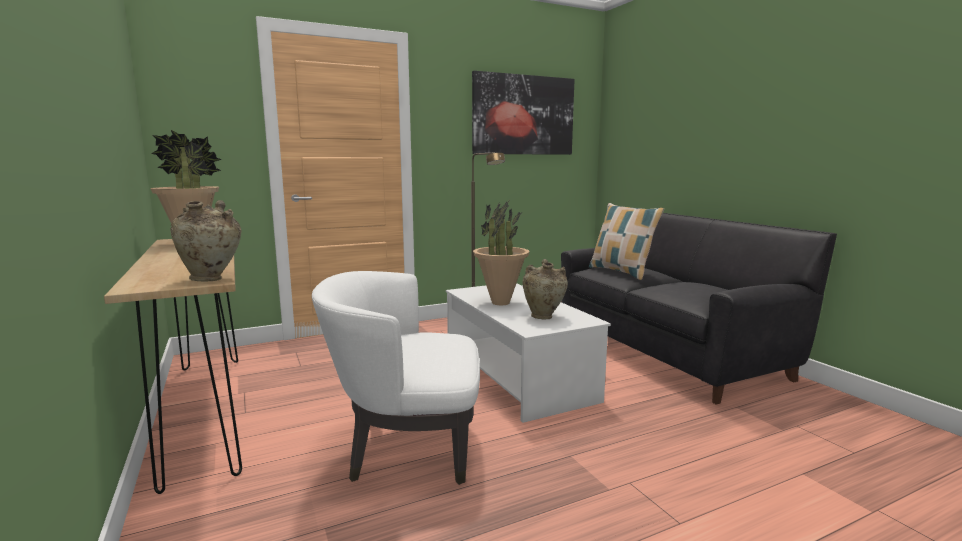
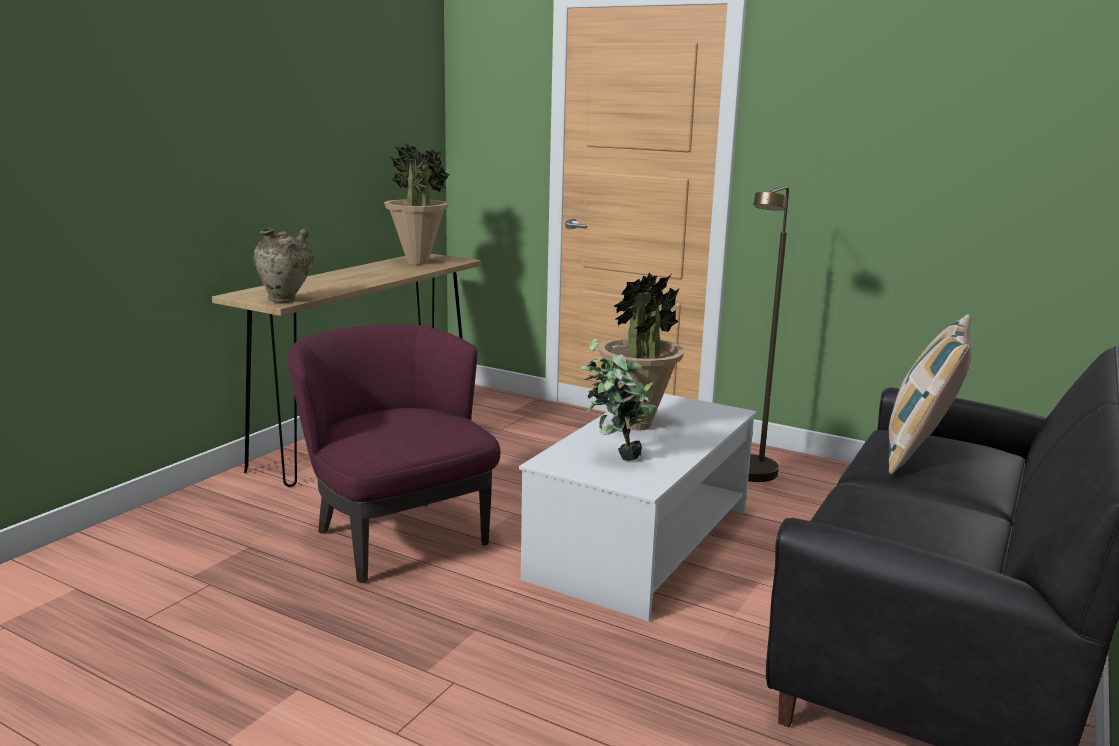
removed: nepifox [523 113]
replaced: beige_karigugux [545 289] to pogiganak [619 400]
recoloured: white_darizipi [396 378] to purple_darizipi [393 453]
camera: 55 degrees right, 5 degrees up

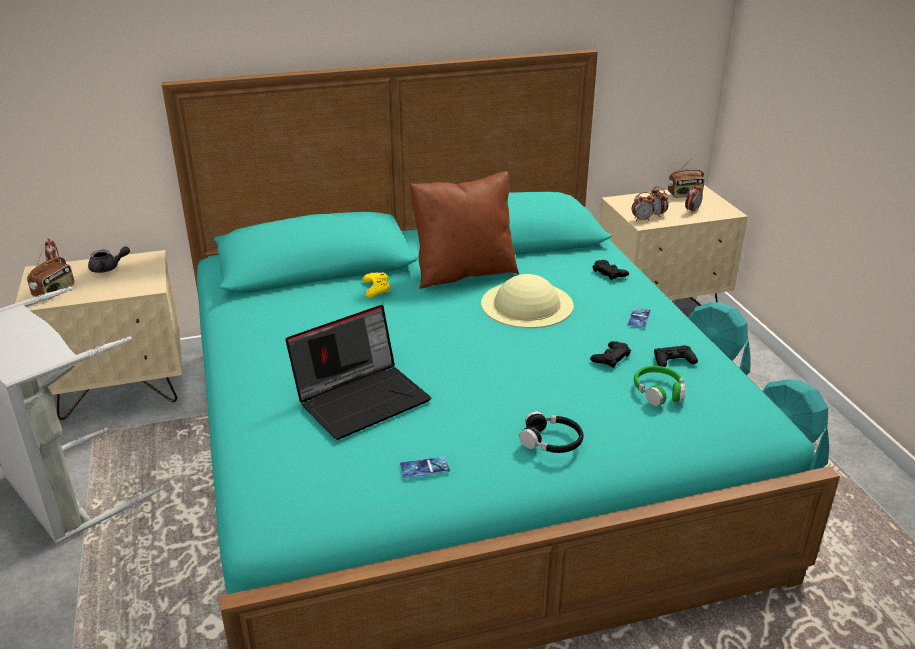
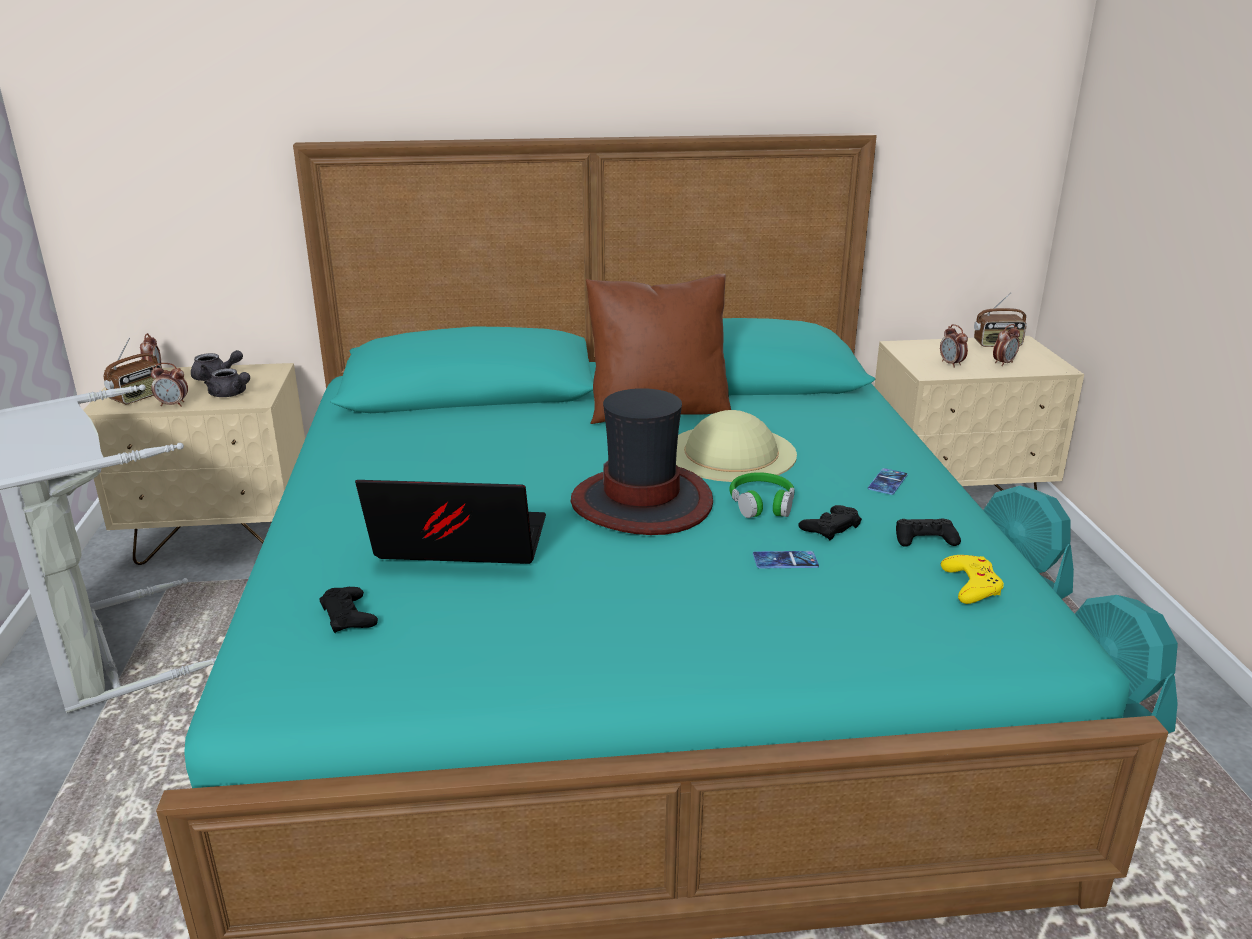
removed: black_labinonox [551 432]
added: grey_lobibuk [227 382]; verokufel [642 461]
moved: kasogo [643 206] to [169 385]; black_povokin [610 270] to [348 610]; yellow_povokin [376 285] to [972 579]; green_labinonox [659 386] to [762 495]; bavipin [425 467] to [786 559]
turned: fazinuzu [358 372] = [450 522] 150 degrees counterclockwise
camera: 10 degrees right, 5 degrees down

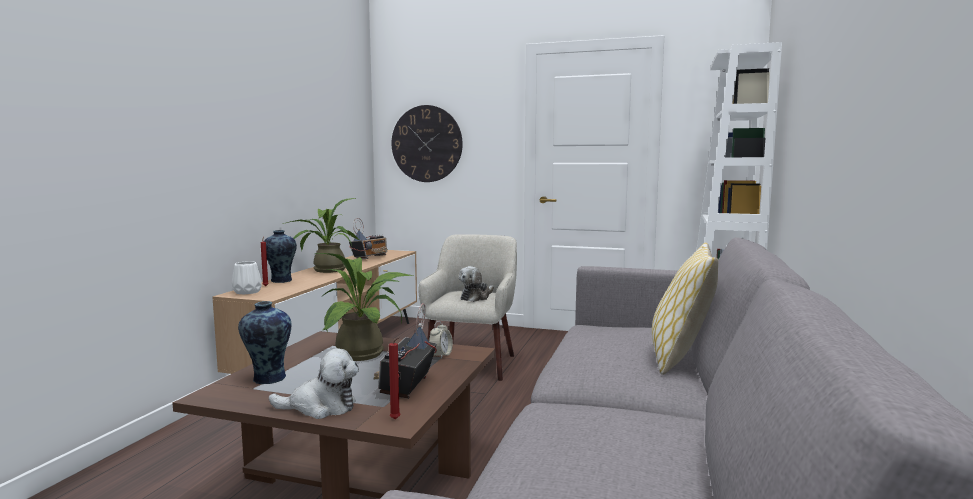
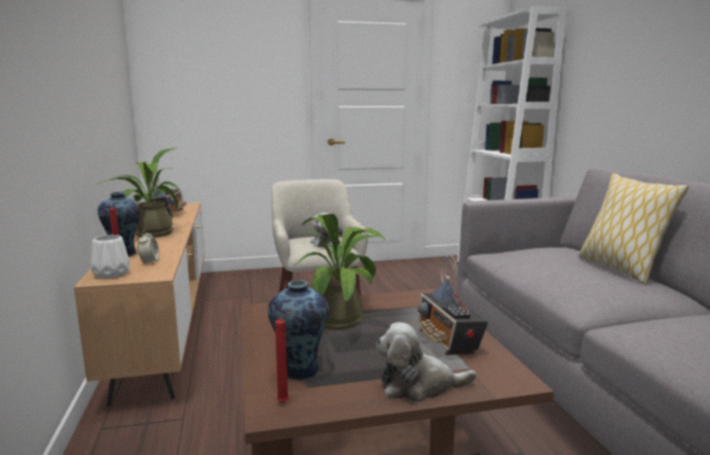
removed: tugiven [427 143]
moved: kasogo [441 340] to [149 247]; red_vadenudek [395 378] to [282 357]
turned: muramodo [314 383] = [426 362] 150 degrees counterclockwise
camera: 30 degrees left, 5 degrees up

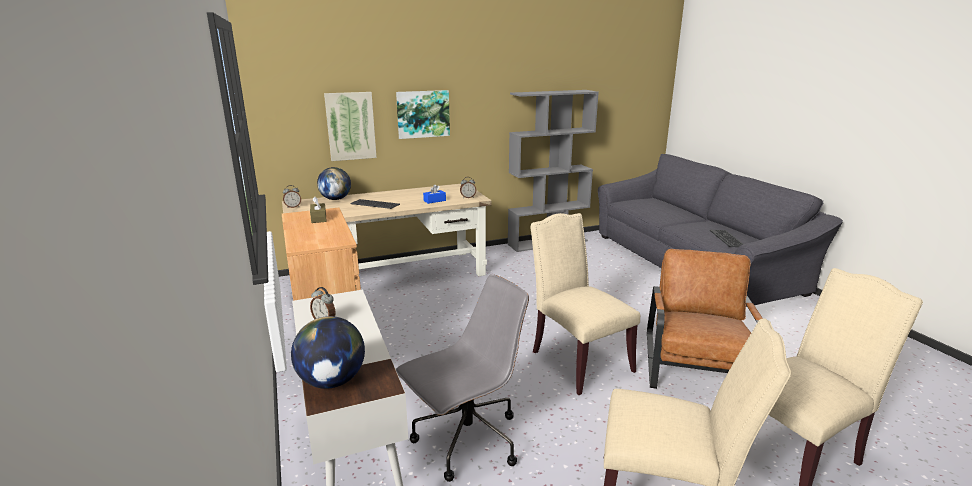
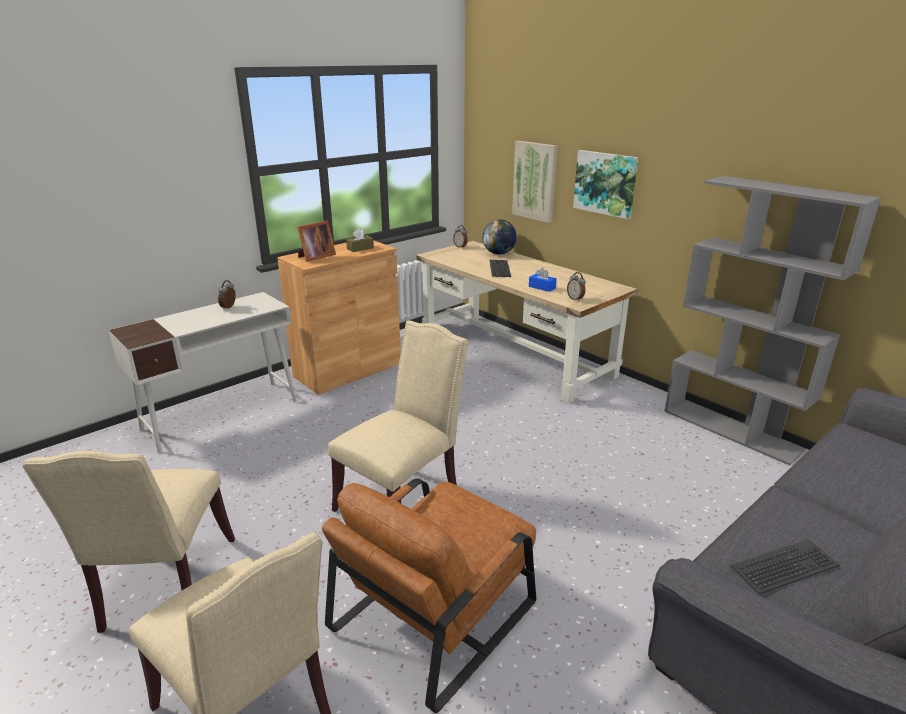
removed: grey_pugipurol [462 378]; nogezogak [328 352]
added: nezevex [316 241]
turned: brown_darizipi [705 319] = [429 595] 135 degrees clockwise
camera: 70 degrees right, 5 degrees up

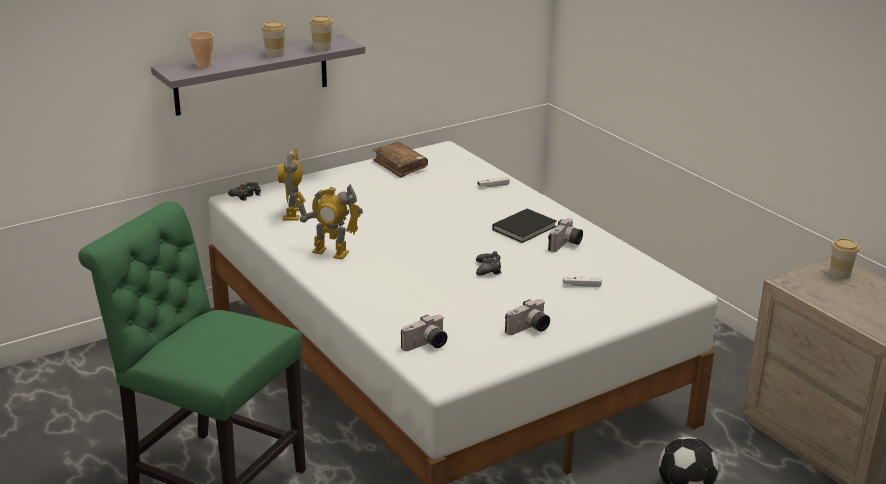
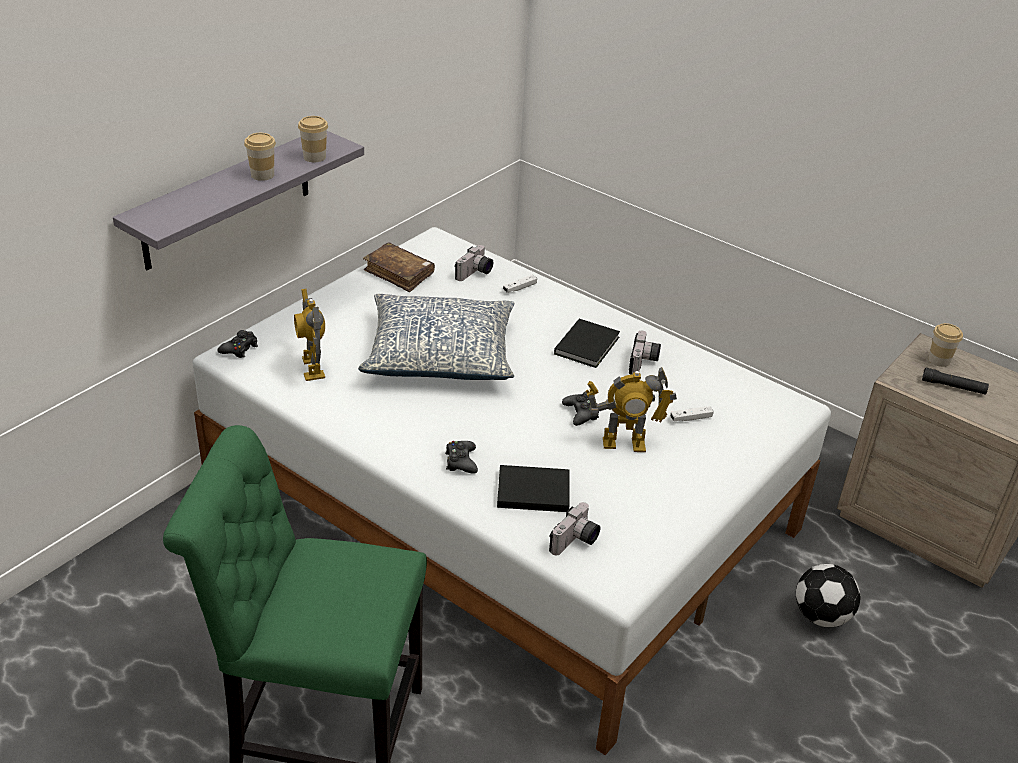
removed: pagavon [201 50]
added: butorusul [436 337]; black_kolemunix [955 381]; black_povokin [461 457]; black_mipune [533 488]
moved: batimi [329 222] to [631 409]; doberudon [527 317] to [474 263]
camera: 20 degrees left, 10 degrees up

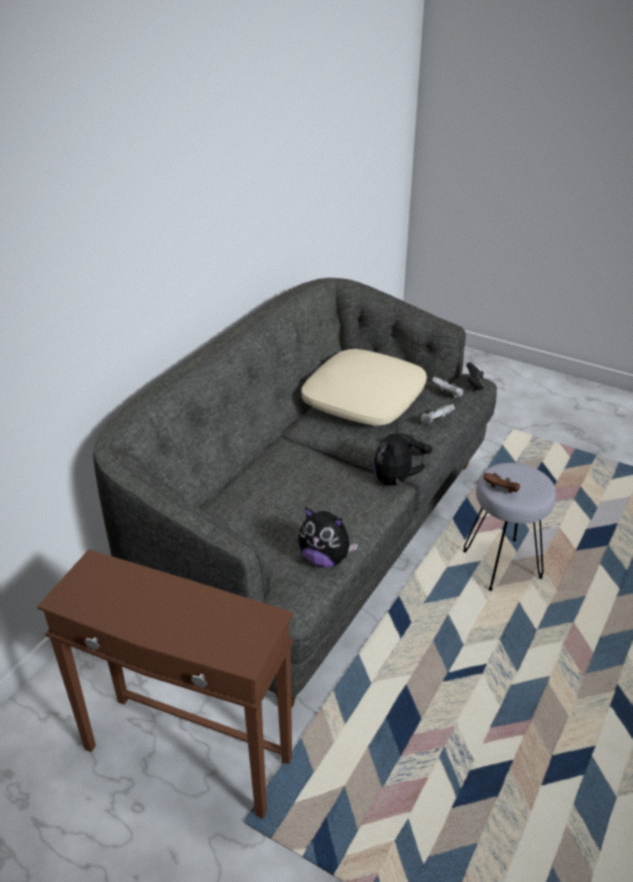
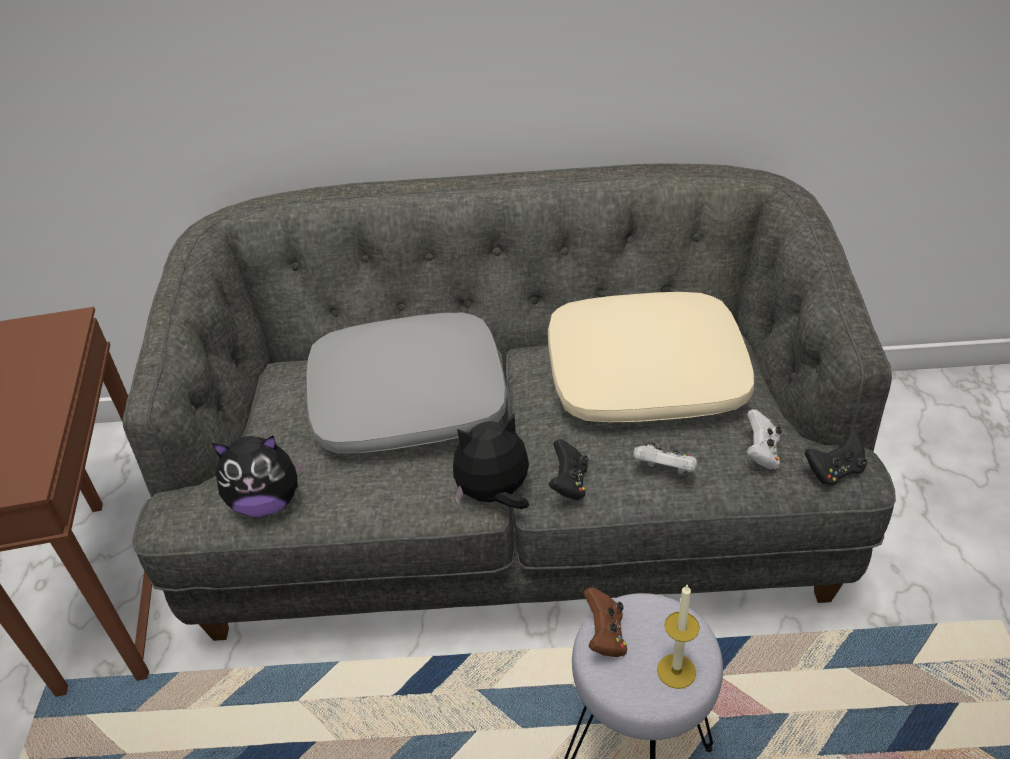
added: grey_butorusul [406 383]; vadenudek [678 637]
turned: muramodo [328 537] = [258 476] 90 degrees counterclockwise
camera: 60 degrees right, 5 degrees up

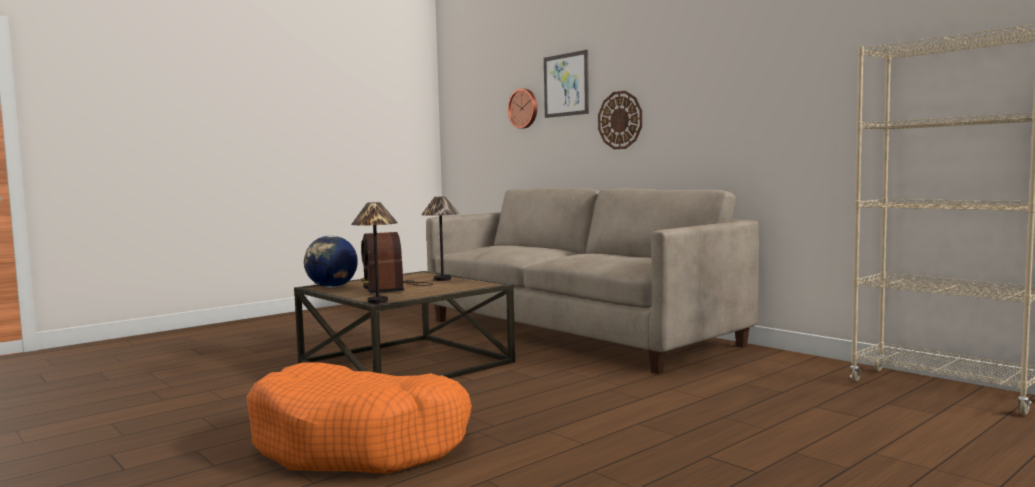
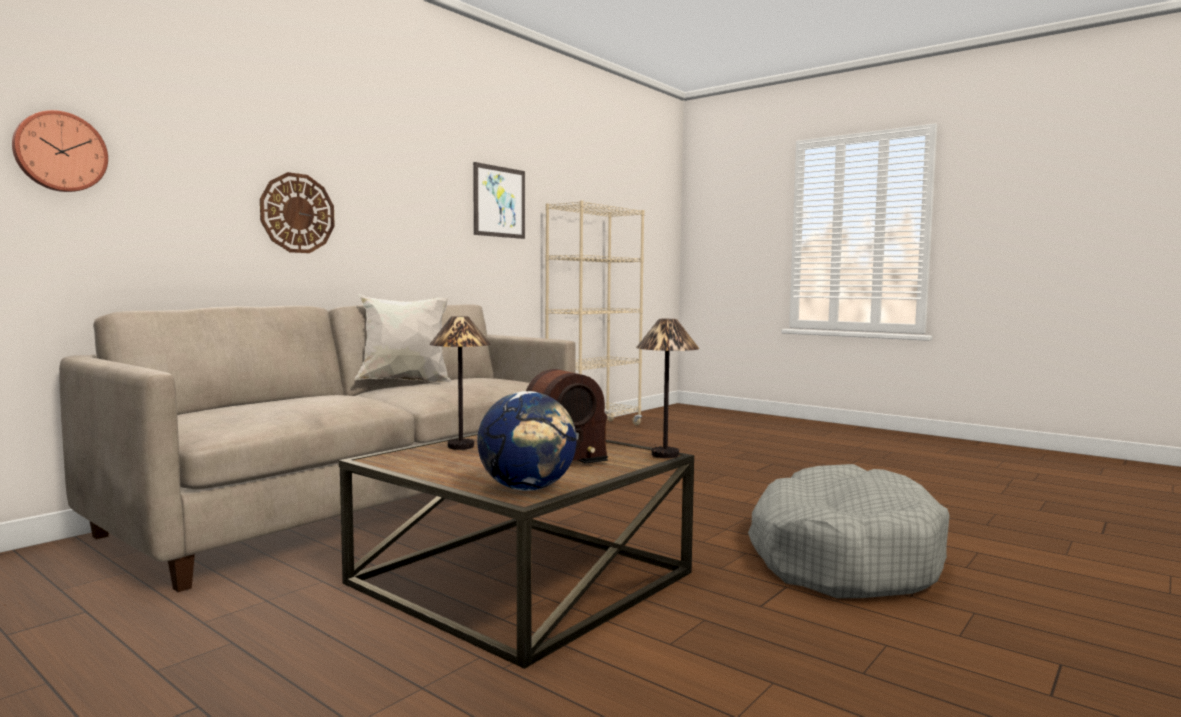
added: white_butorusul [402 338]
moved: nepifox [566 84] to [499 200]
recoloured: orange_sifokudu [359 418] to grey_sifokudu [849 531]
camera: 100 degrees left, 0 degrees up

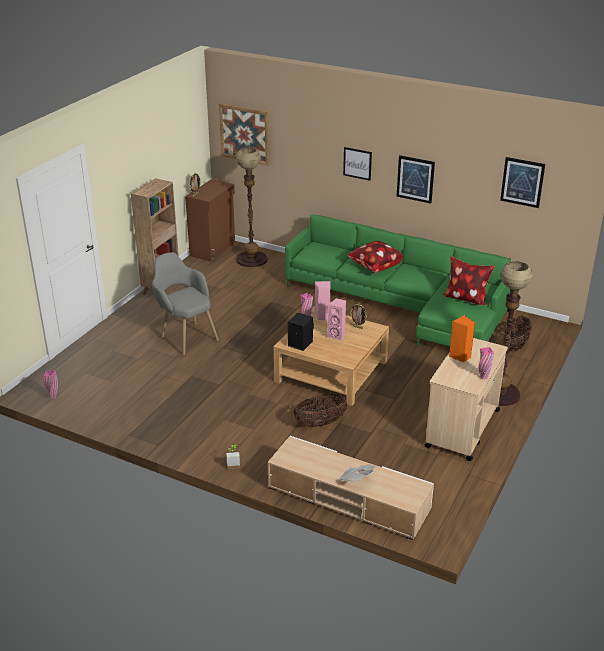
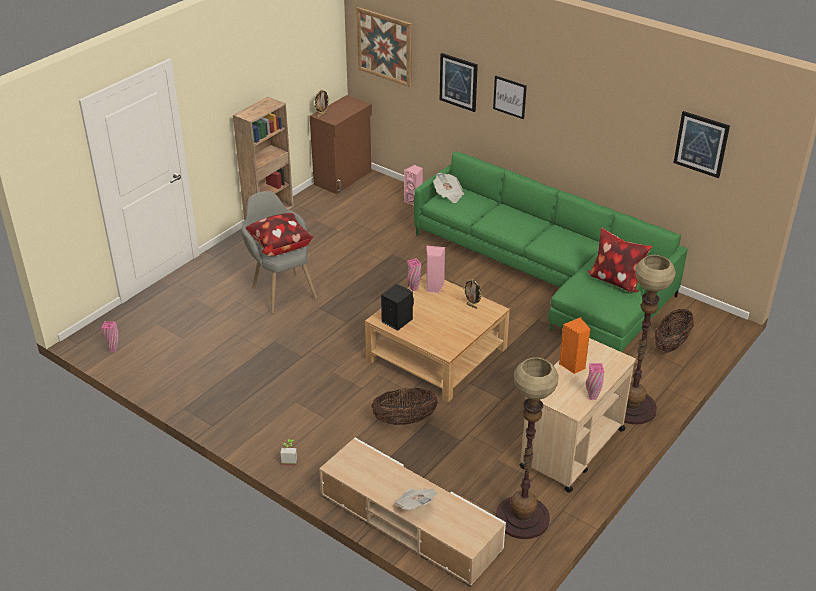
added: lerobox [448 188]
moved: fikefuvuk [252 207] to [527 448]; nepifox [416 179] to [459 82]; butorusul [375 257] to [279 235]; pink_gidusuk [336 319] to [413 185]
camera: 10 degrees right, 5 degrees up

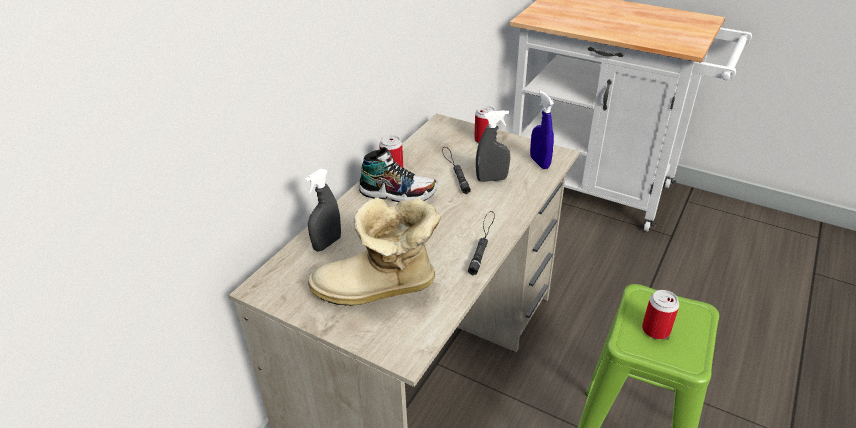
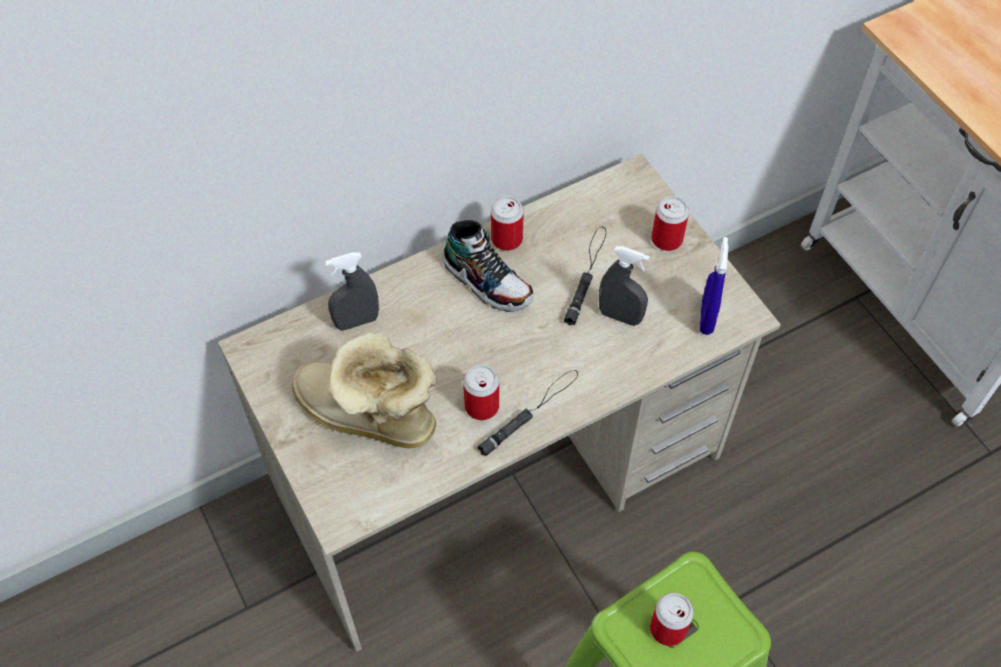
added: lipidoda [481 392]
camera: 30 degrees right, 20 degrees up

